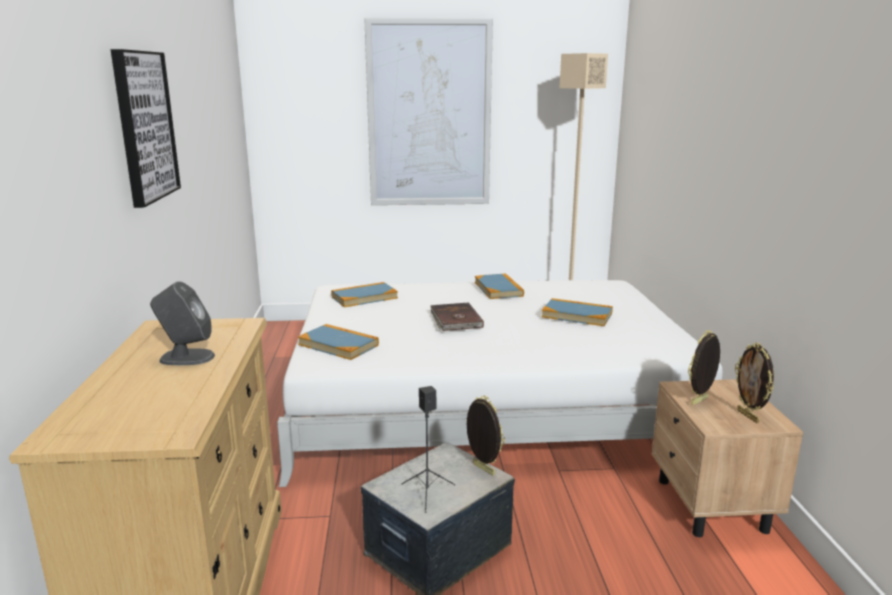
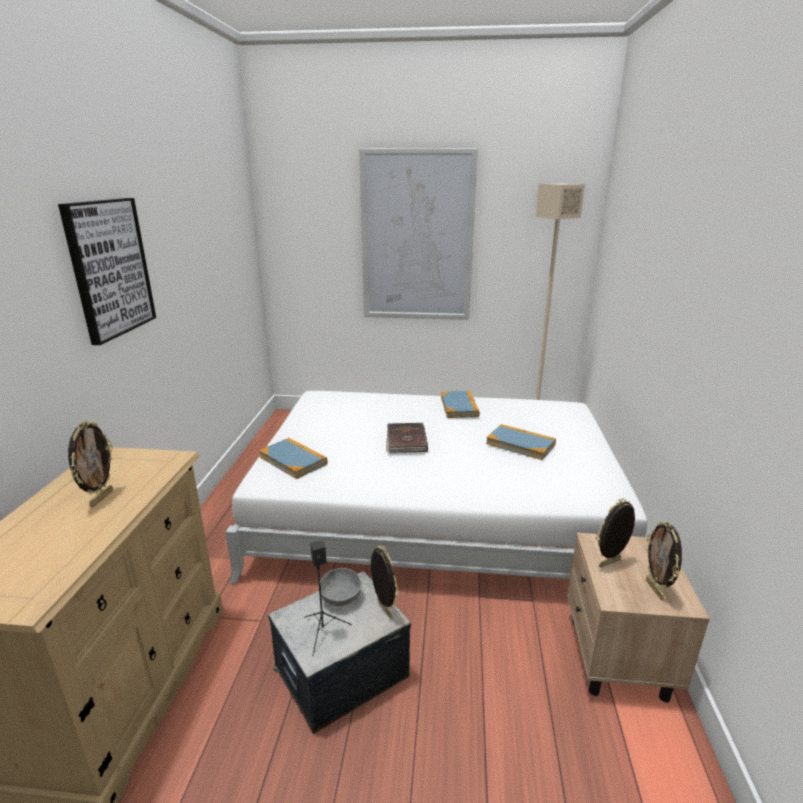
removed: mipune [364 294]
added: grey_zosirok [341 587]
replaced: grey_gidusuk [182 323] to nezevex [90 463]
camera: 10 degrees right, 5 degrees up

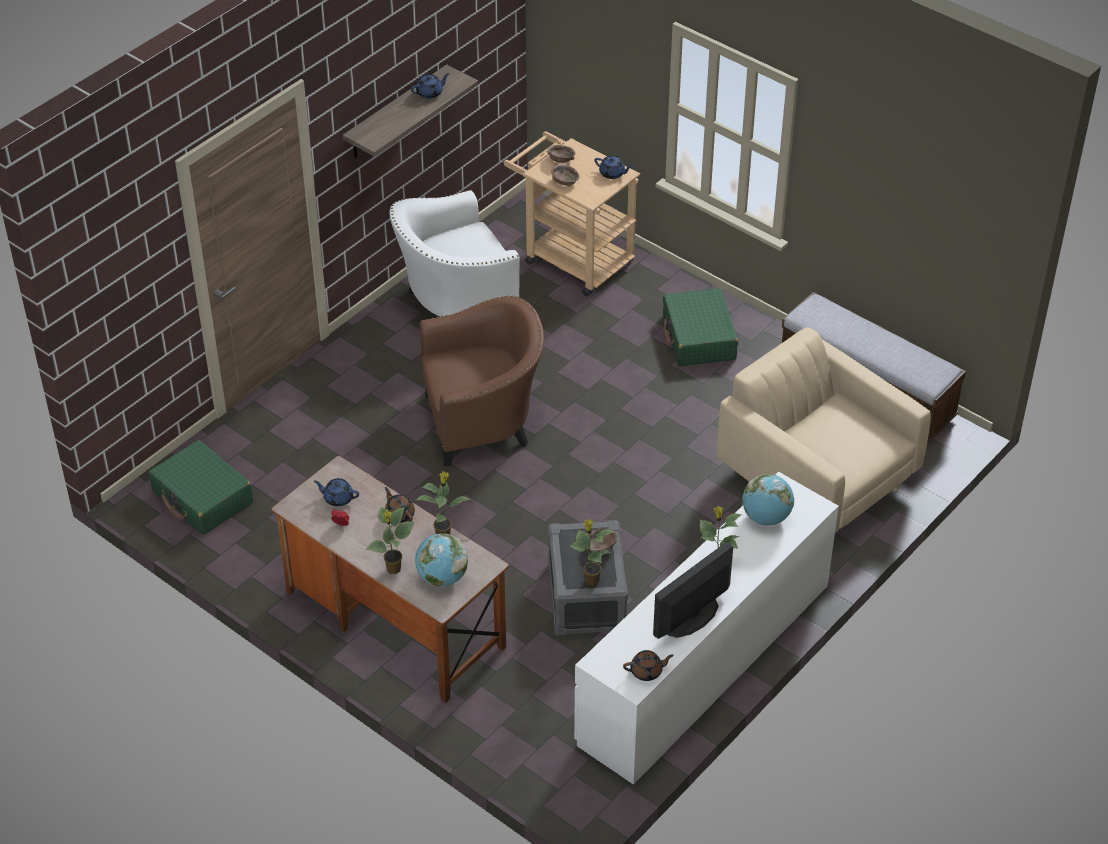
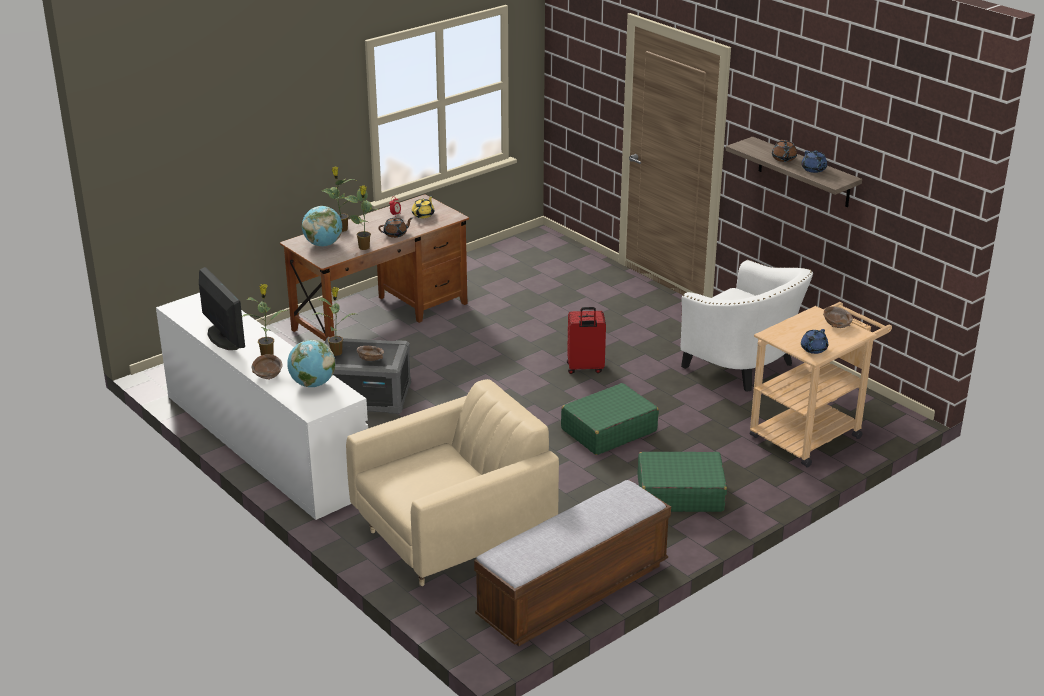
moved: brown_zosirok [565 176] to [267 367]; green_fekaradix [201 487] to [610 419]; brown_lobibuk [648 665] to [784 151]
replaced: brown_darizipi [482 381] to red_fekaradix [586 340]
recoloured: blue_lobibuk [336 492] to yellow_lobibuk [423 206]
turned: white_darizipi [454 253] = [746 326] 150 degrees clockwise
camera: 100 degrees right, 15 degrees down

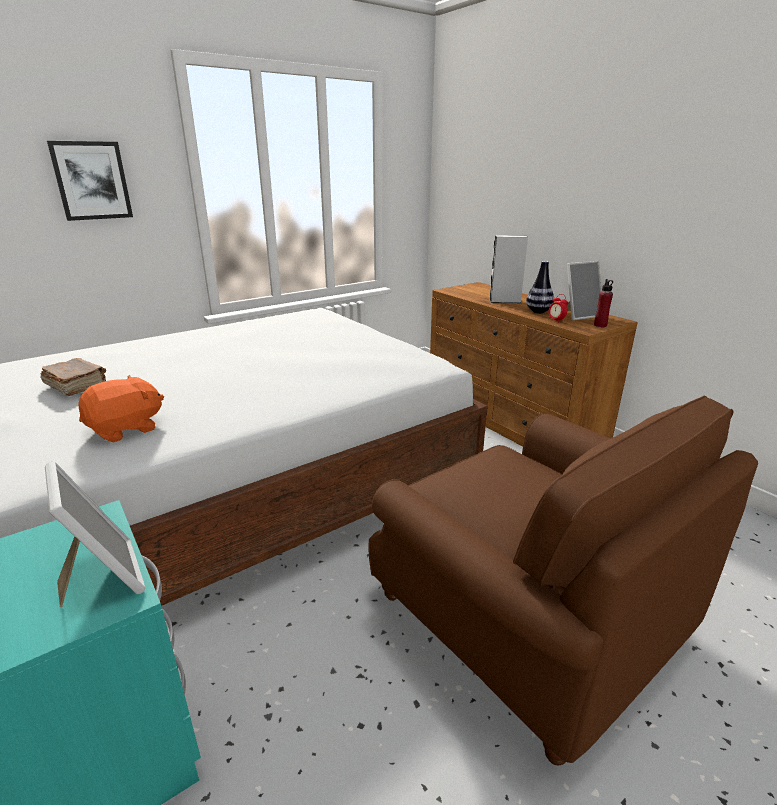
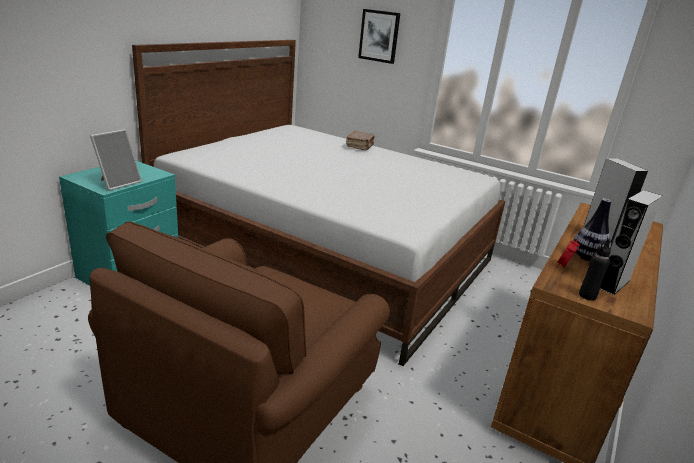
removed: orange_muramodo [121 409]
moved: brown_mipune [73 377] to [360 140]
replaced: nezevex [584 290] to grey_gidusuk [631 242]
recoloured: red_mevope [603 303] to black_mevope [595 270]
camera: 65 degrees right, 0 degrees up

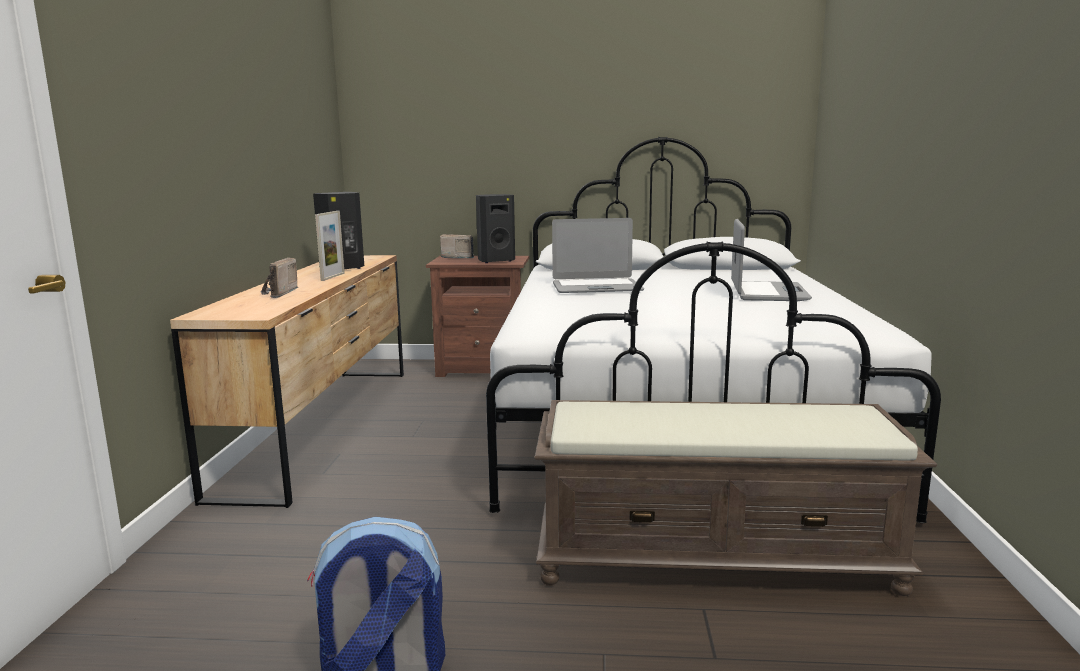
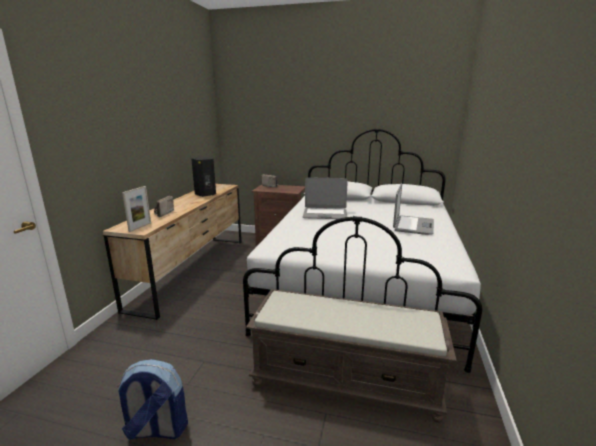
removed: black_gidusuk [495 228]
moved: nezevex [330 246] to [136 209]
camera: 10 degrees right, 5 degrees up

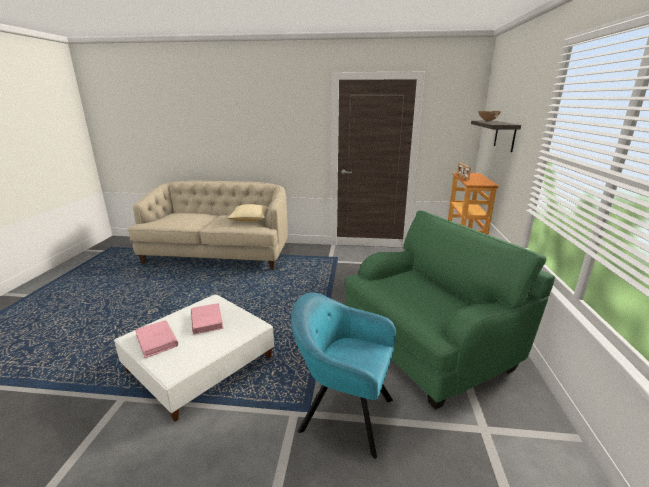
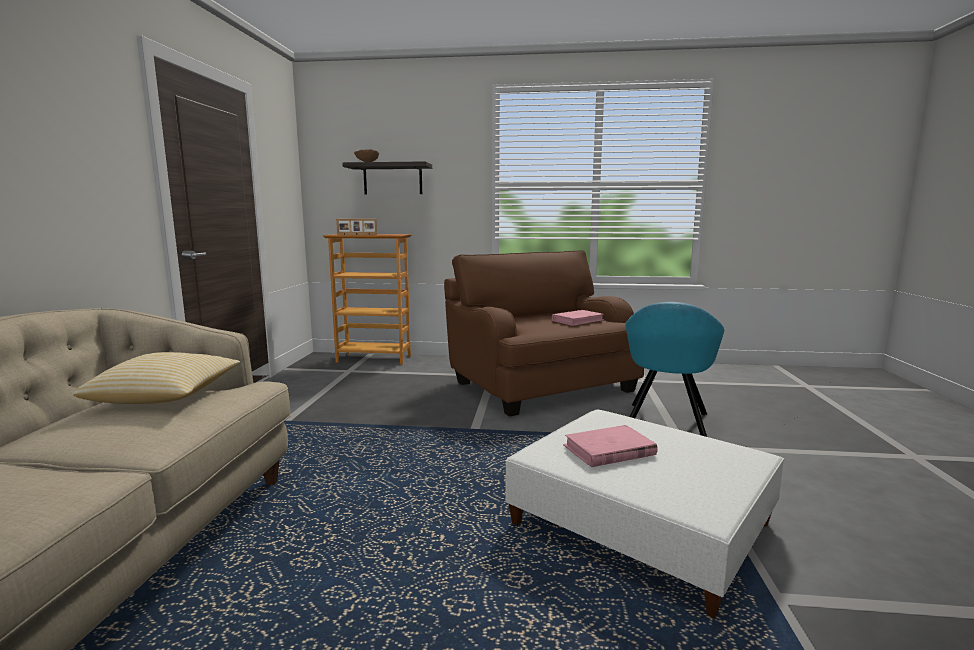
moved: pink_mipune [156 339] to [578 318]
recoloured: green_darizipi [450 310] to brown_darizipi [544 333]
camera: 90 degrees left, 10 degrees down

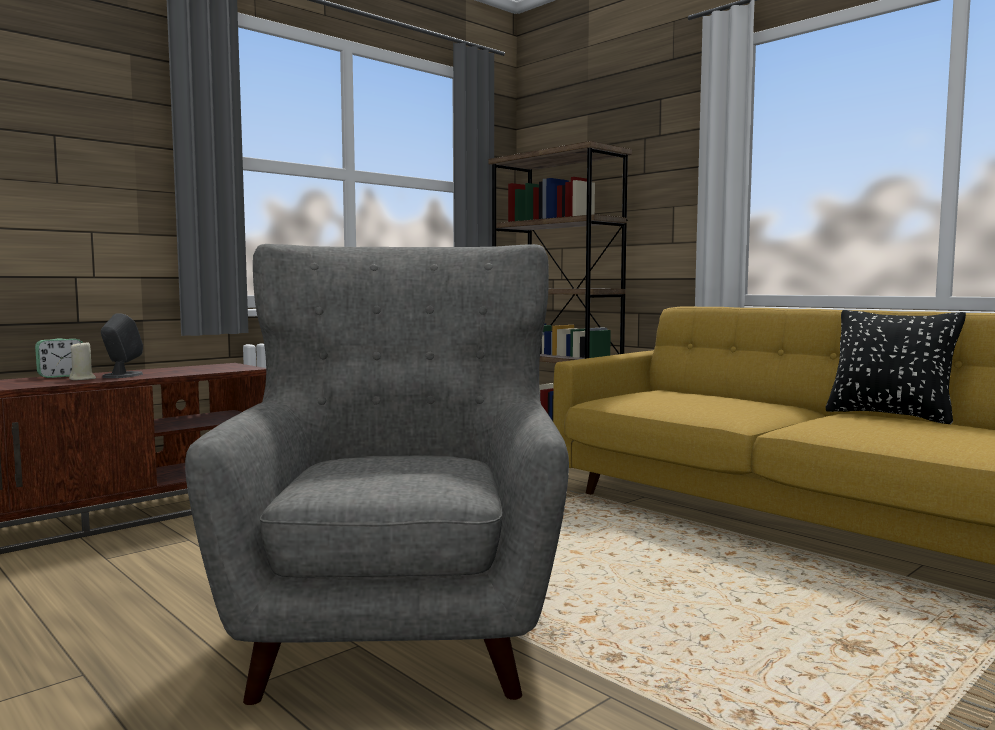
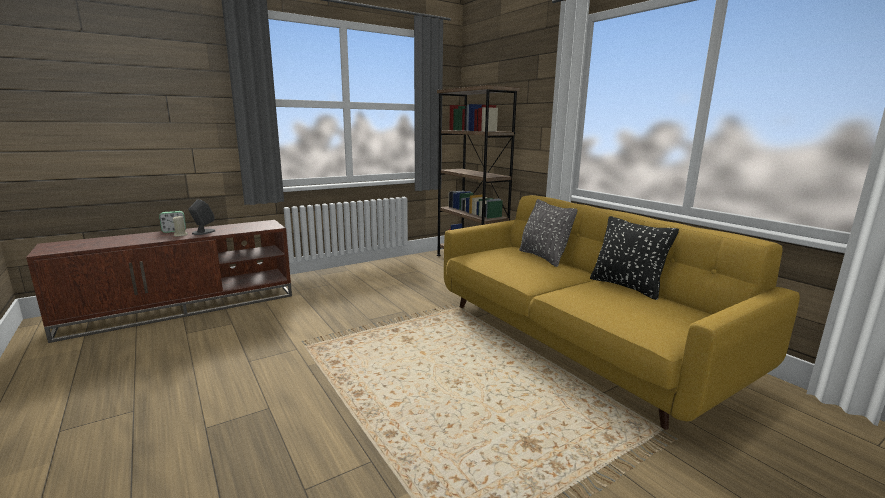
removed: grey_darizipi [377 474]
added: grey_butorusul [548 233]
camera: 10 degrees right, 10 degrees up

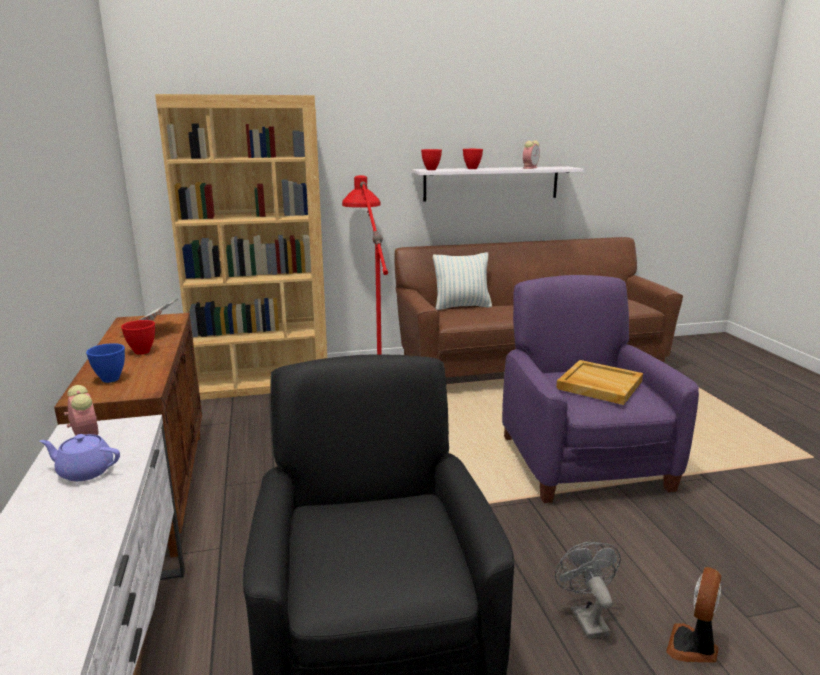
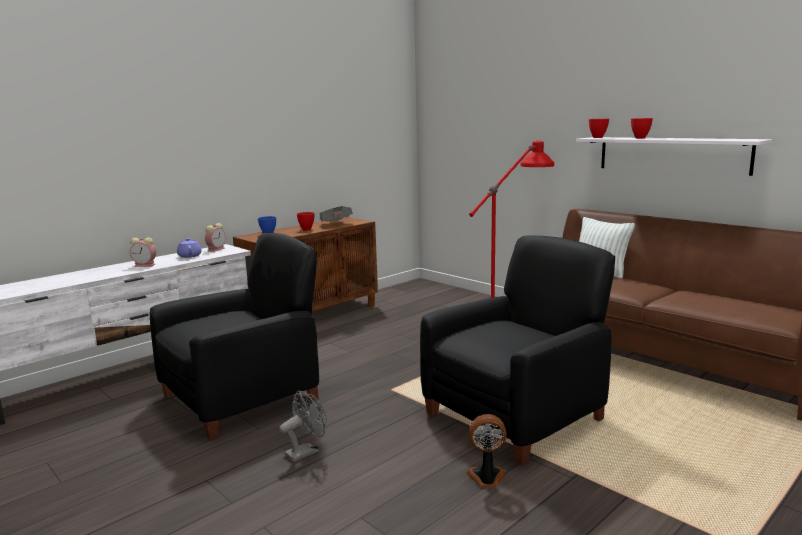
removed: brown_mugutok [241 247]; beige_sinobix [599 382]
moved: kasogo [531 154] to [143 252]; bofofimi [694 615] to [486 451]
recoloured: purple_darizipi [600 389] to black_darizipi [517 350]
camera: 60 degrees right, 5 degrees down

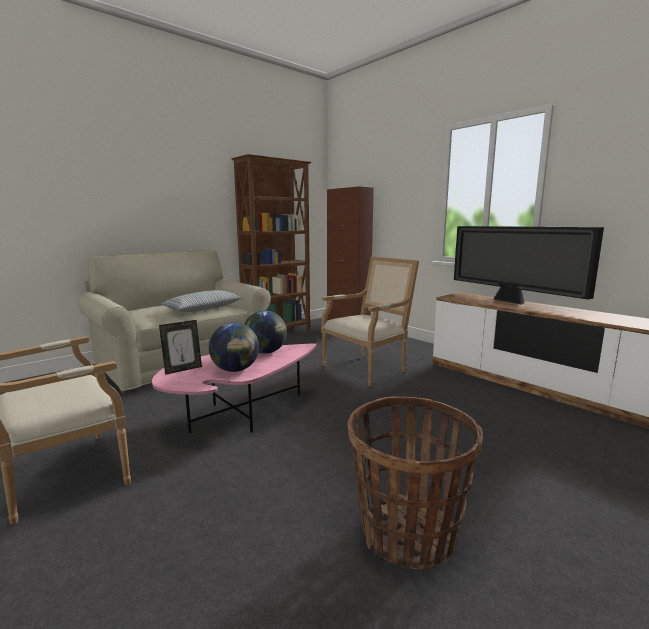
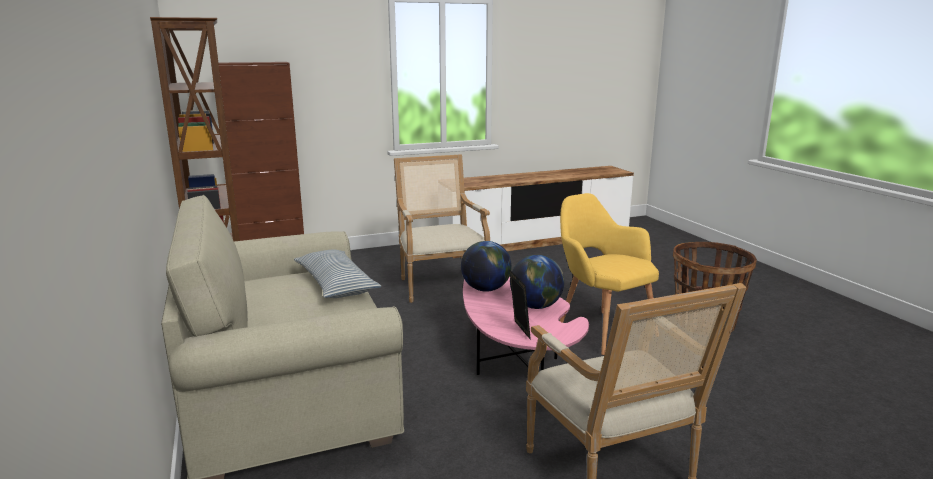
removed: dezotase [529 265]
added: yellow_darizipi [609 274]
camera: 70 degrees left, 5 degrees up

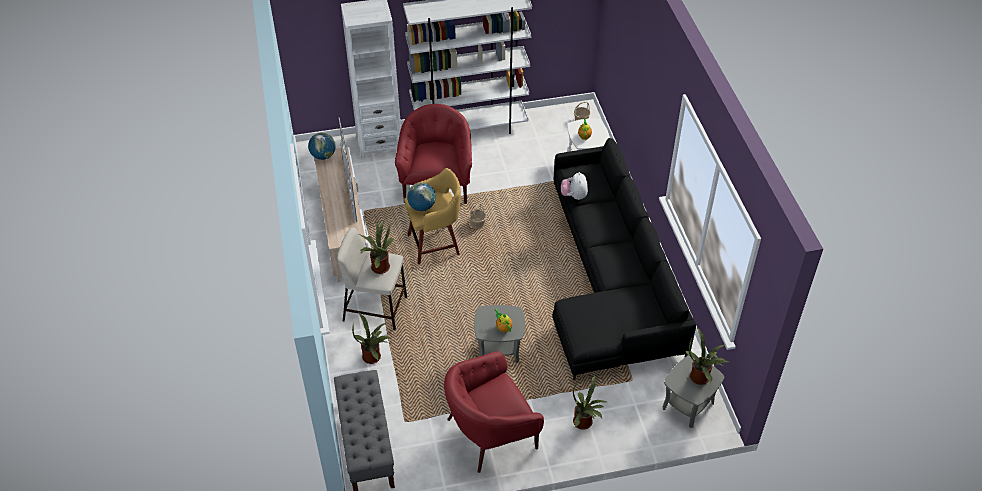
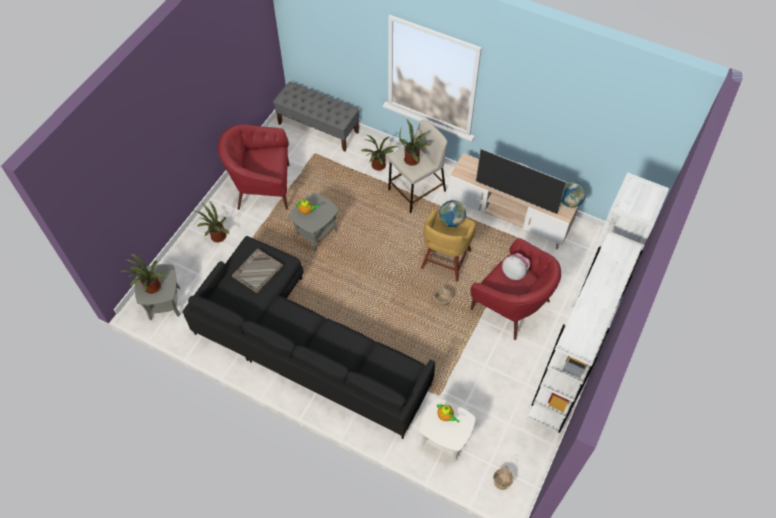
added: grey_sinobix [257 271]
moved: muramodo [574 186] to [516 266]
turned: red_darizipi [494 412] = [253 167] 105 degrees counterclockwise
camera: 130 degrees right, 10 degrees up

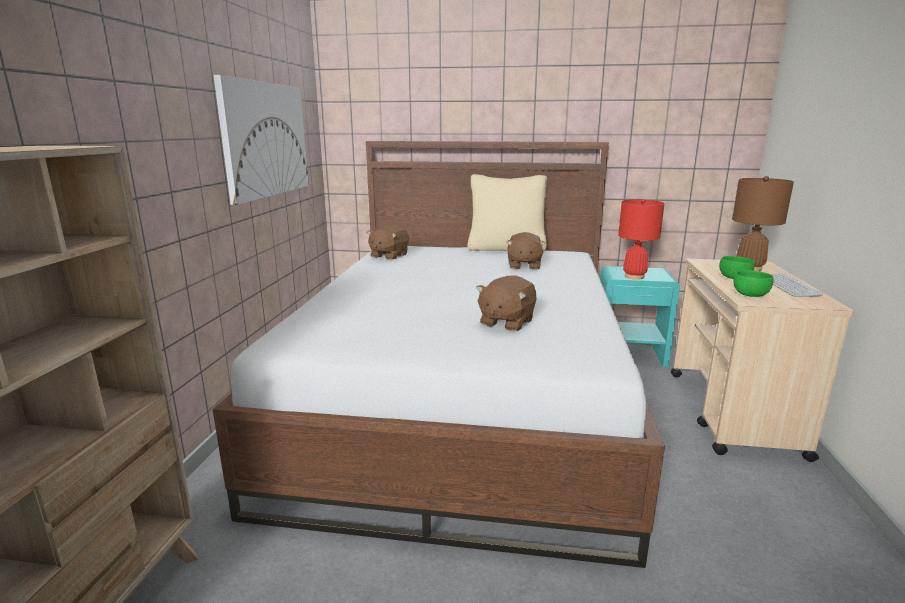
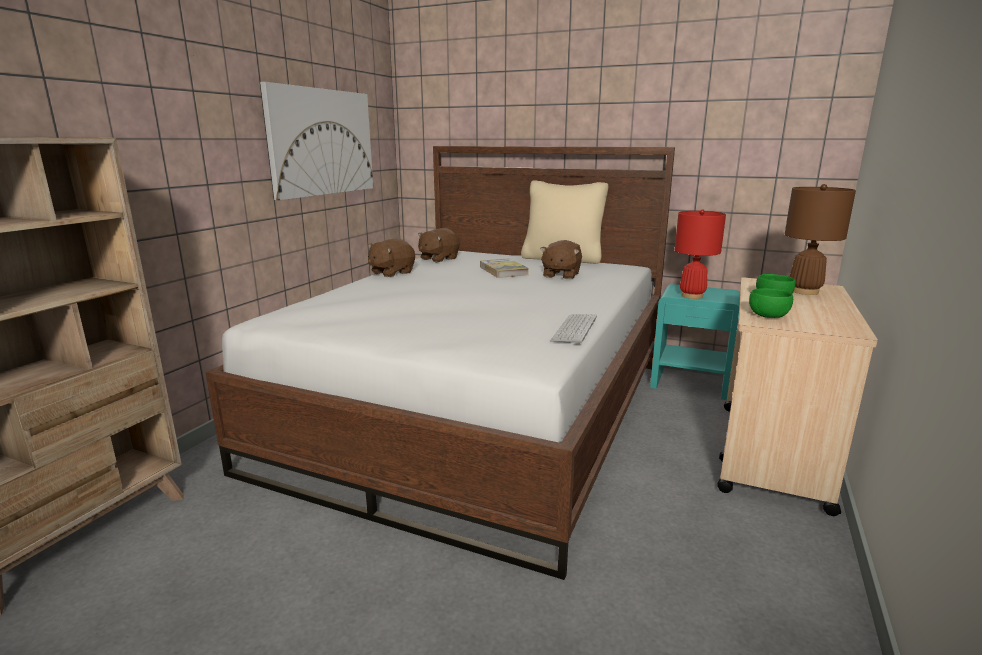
added: mipune [504 268]
moved: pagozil [797 285] to [573 328]; brown_muramodo [506 303] to [391 258]
camera: 15 degrees right, 0 degrees up

